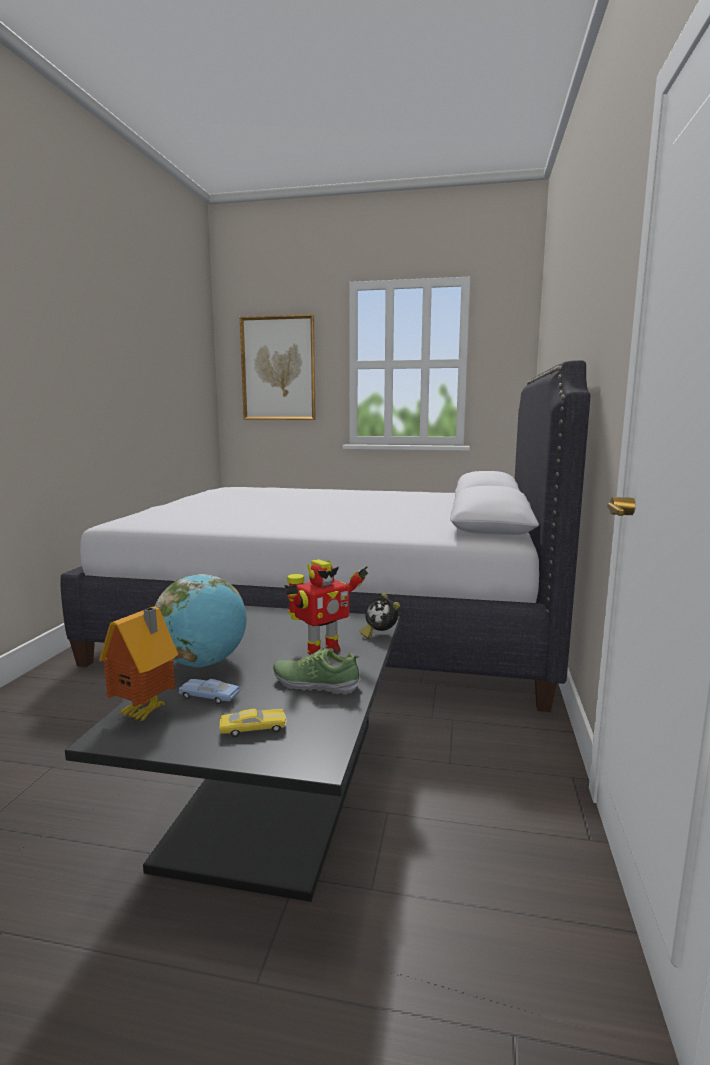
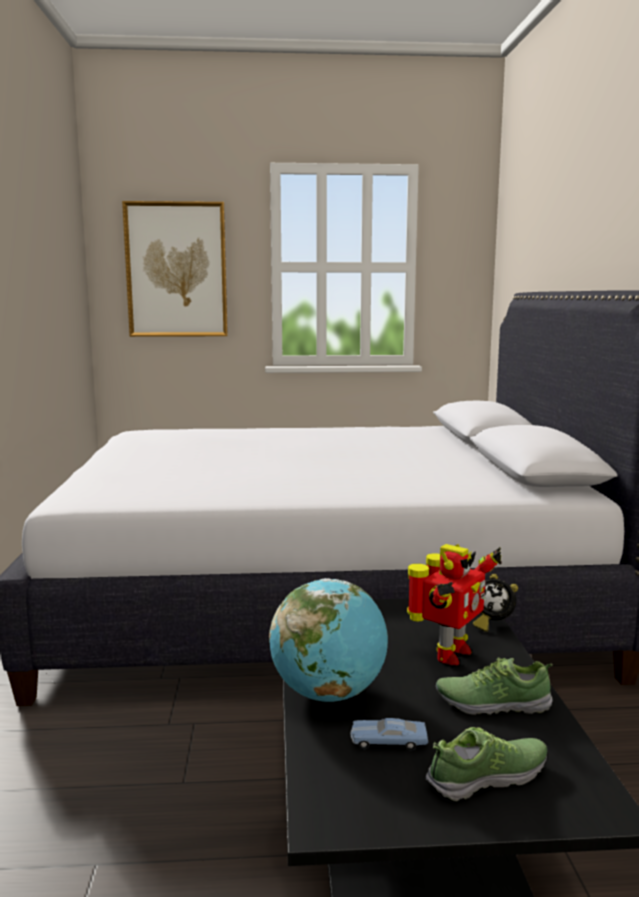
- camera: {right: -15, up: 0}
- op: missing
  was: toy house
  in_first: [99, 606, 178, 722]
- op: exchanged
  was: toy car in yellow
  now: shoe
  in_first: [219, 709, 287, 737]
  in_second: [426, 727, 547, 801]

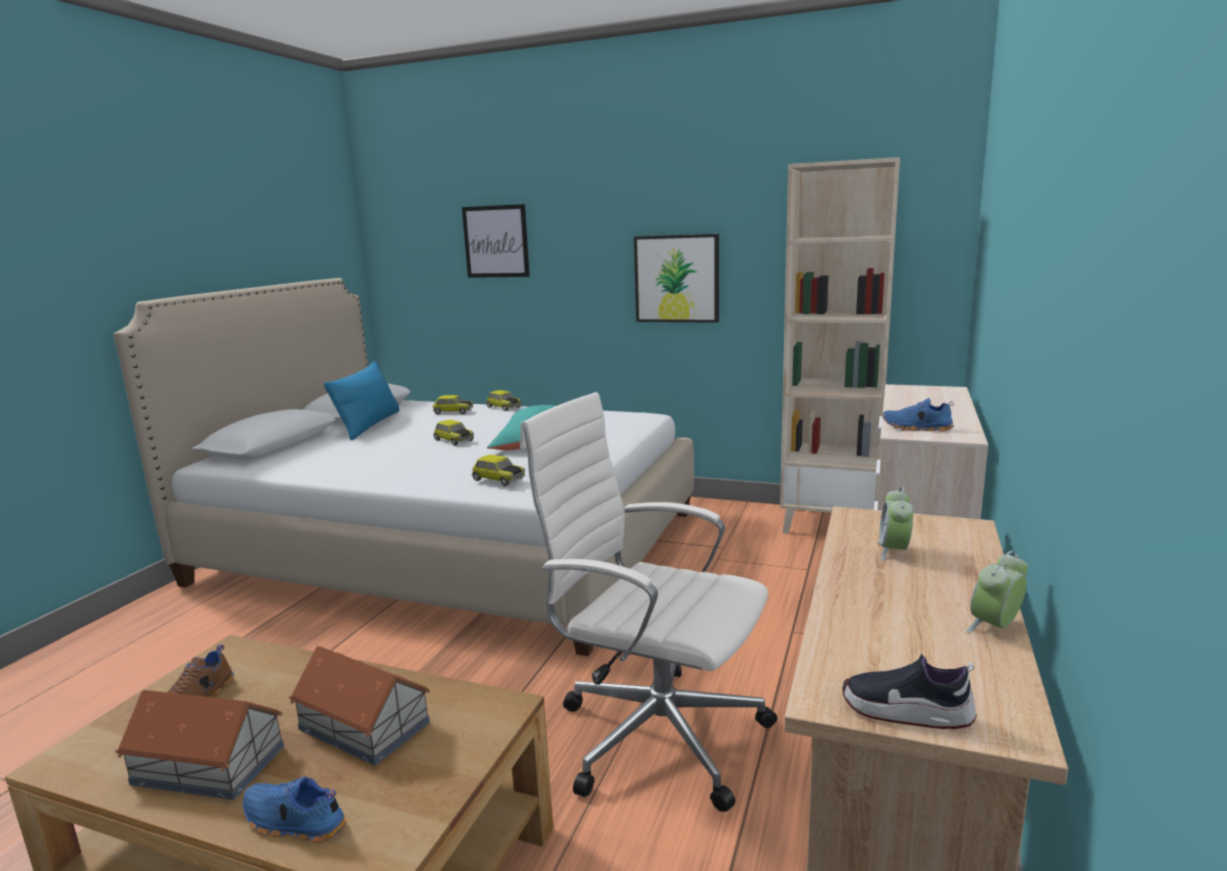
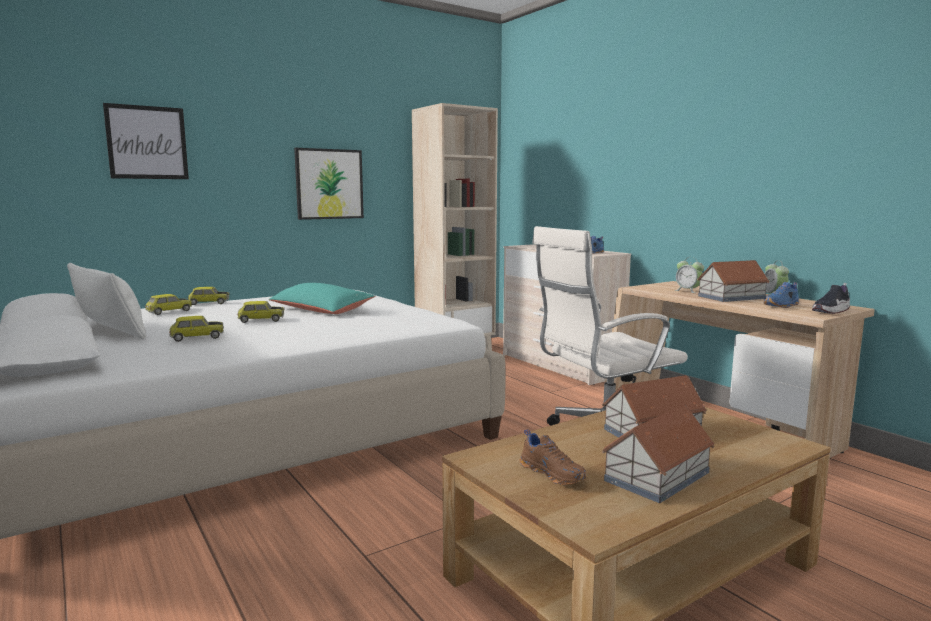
- camera: {right: -55, up: -5}
- op: colour
  was: pillow in blue
  now: pillow in white
  in_first: [324, 361, 400, 440]
  in_second: [67, 263, 146, 339]
- op: relocated
  was: toy car
  in_first: [471, 455, 525, 486]
  in_second: [169, 316, 224, 342]
- op: relocated
  was: shoe in blue
  in_first: [243, 776, 347, 843]
  in_second: [764, 282, 799, 308]
- op: appeared
  now: toy house
  in_second: [697, 260, 770, 302]

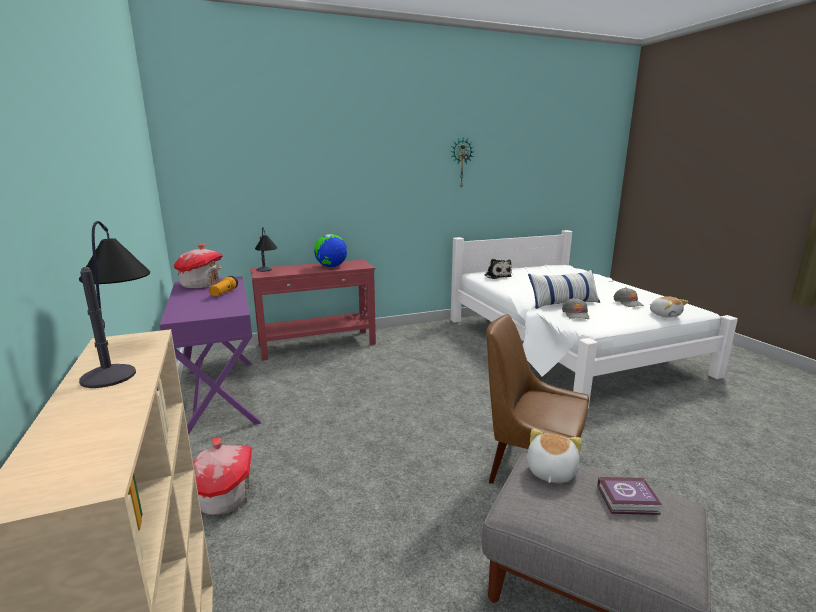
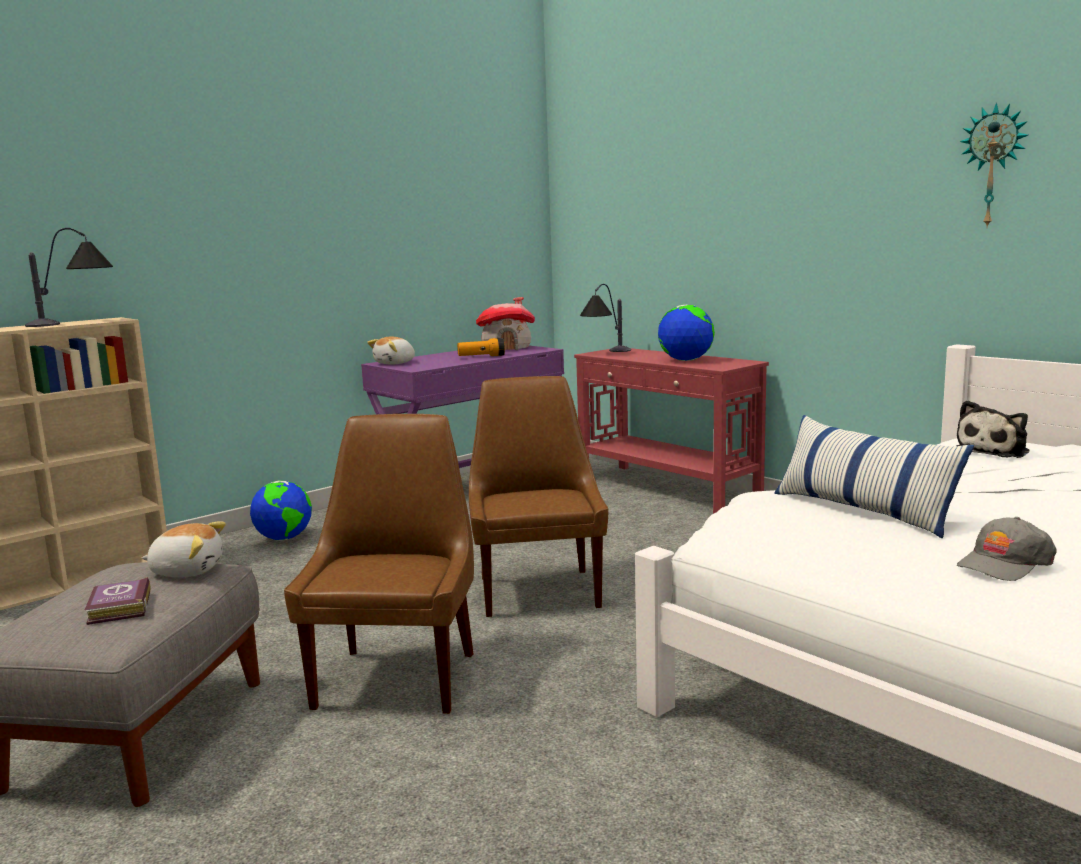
- camera: {right: 70, up: -5}
- op: relocated
  was: plush toy
  in_first: [650, 296, 688, 318]
  in_second: [367, 336, 415, 365]
- op: missing
  was: cap in grey
  in_first: [562, 298, 590, 319]
- op: exchanged
  was: toy house
  now: globe
  in_first: [193, 438, 252, 515]
  in_second: [250, 480, 312, 540]
- op: appeared
  now: chair in brown
  in_second: [469, 376, 608, 617]

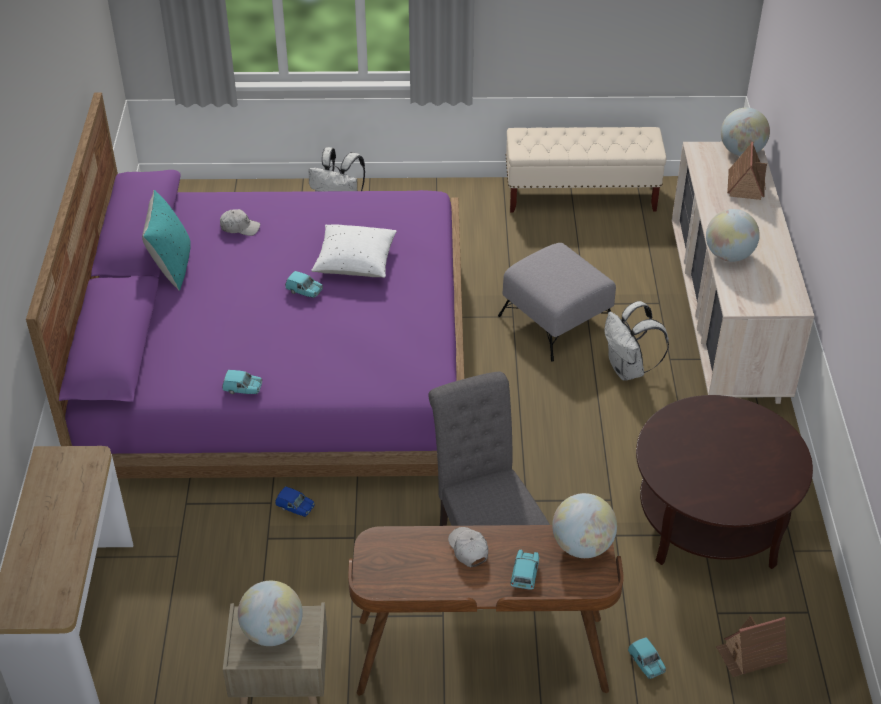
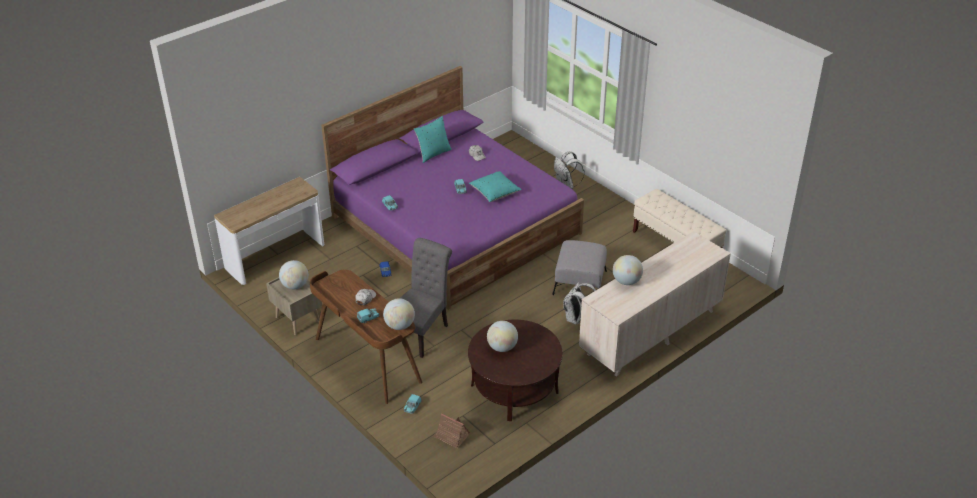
- camera: {right: 50, up: -5}
- op: relocated
  was: globe
  in_first: [721, 107, 770, 156]
  in_second: [487, 321, 518, 352]
- op: missing
  was: toy house
  in_first: [727, 142, 767, 200]
- op: colour
  was: pillow in white
  now: pillow in turquoise
  in_first: [311, 224, 397, 278]
  in_second: [469, 171, 522, 202]

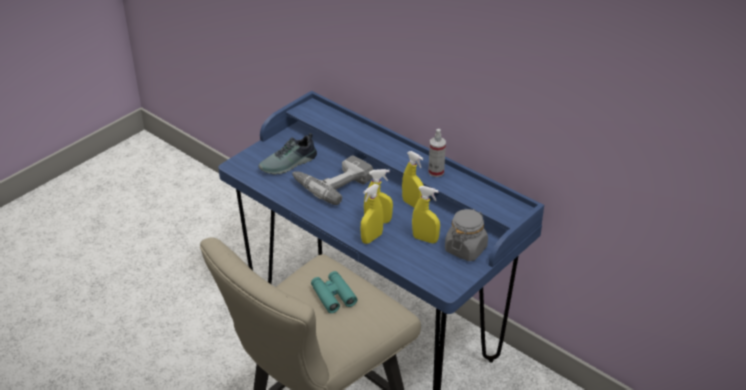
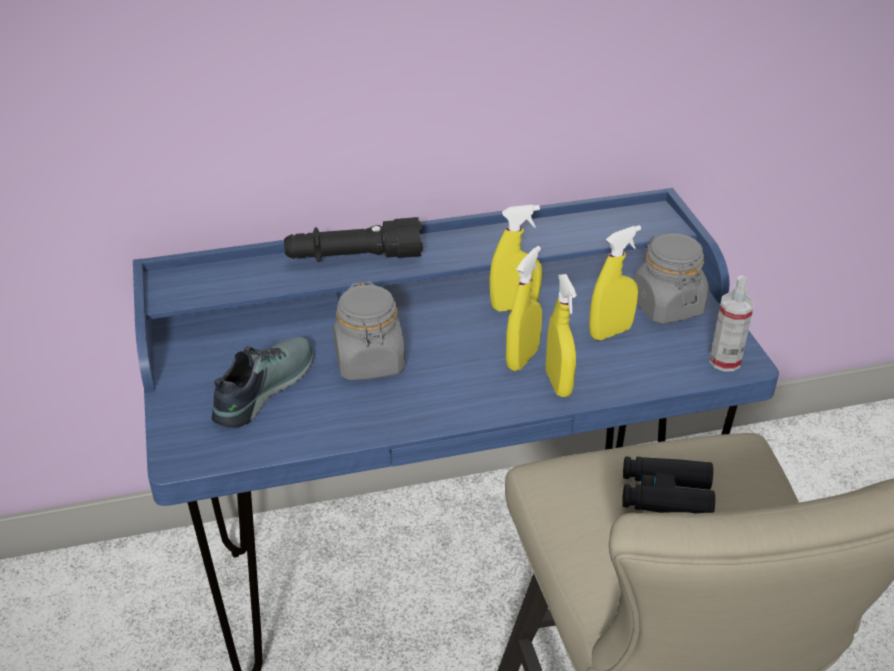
- camera: {right: -55, up: 0}
- op: relocated
  was: spray bottle
  in_first: [429, 129, 446, 177]
  in_second: [709, 276, 754, 371]
- op: spun
  was: shoe
  in_first: [258, 133, 317, 175]
  in_second: [212, 337, 313, 428]
  clockwise: -150
- op: exchanged
  was: power drill
  now: jar in grey
  in_first: [293, 155, 373, 205]
  in_second: [333, 282, 405, 380]
- op: colour
  was: binoculars in turquoise
  now: binoculars in black
  in_first: [311, 271, 358, 313]
  in_second: [622, 456, 715, 514]
- op: appeared
  now: flashlight in black
  in_second: [284, 217, 423, 262]

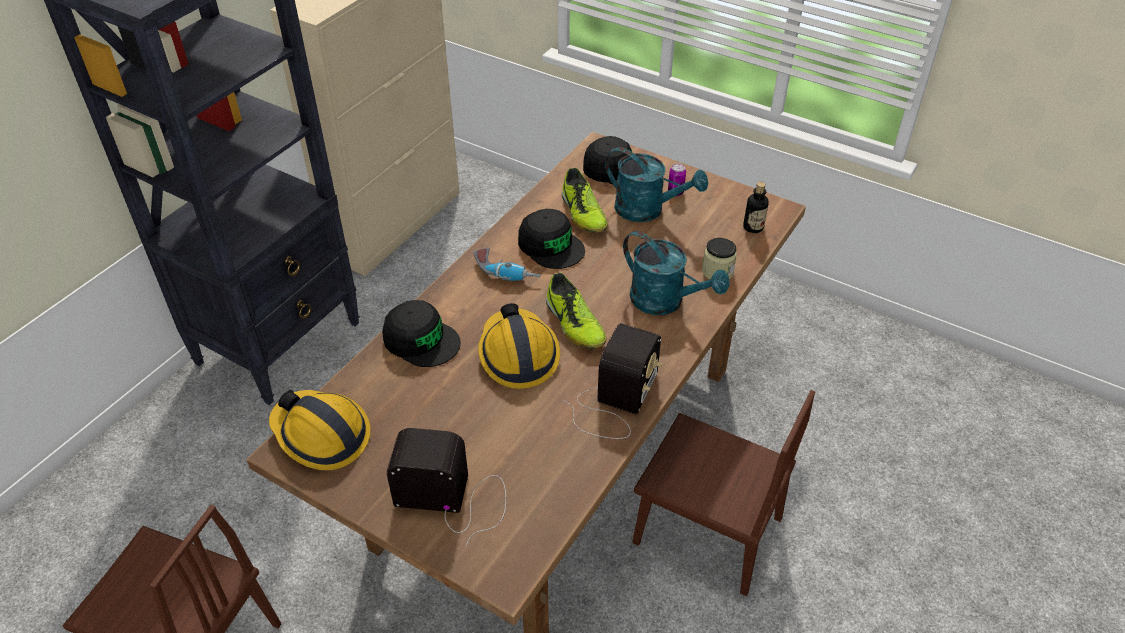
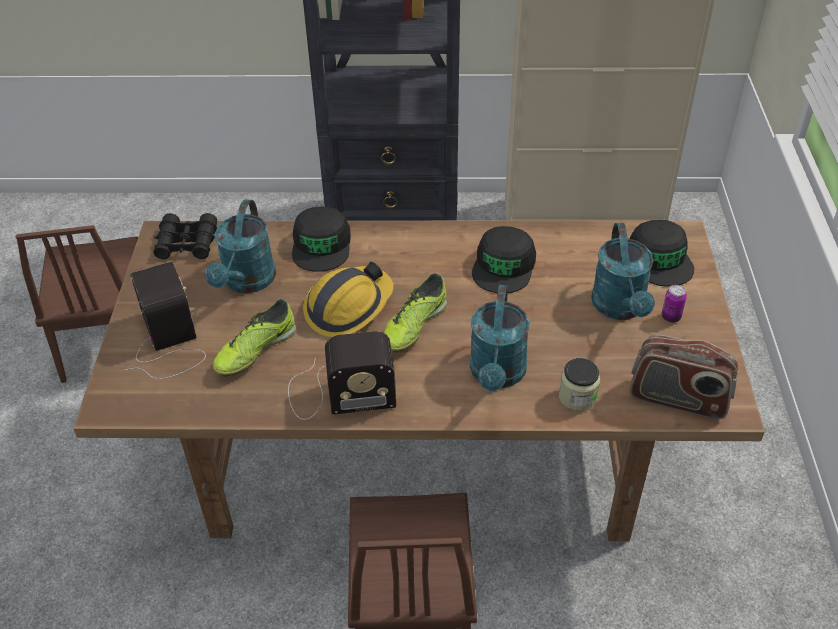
- camera: {right: 60, up: 0}
- op: relocated
  was: shoe
  in_first: [562, 168, 608, 233]
  in_second: [213, 299, 296, 376]
- op: exchanged
  was: bottle
  now: radio
  in_first: [743, 182, 769, 233]
  in_second: [630, 334, 738, 419]
- op: missing
  was: power drill
  in_first: [473, 247, 540, 281]
- op: exchanged
  was: hard hat
  now: binoculars in black
  in_first: [269, 390, 371, 471]
  in_second: [154, 213, 217, 259]
- op: appeared
  now: watering can in turquoise
  in_second: [205, 199, 276, 293]

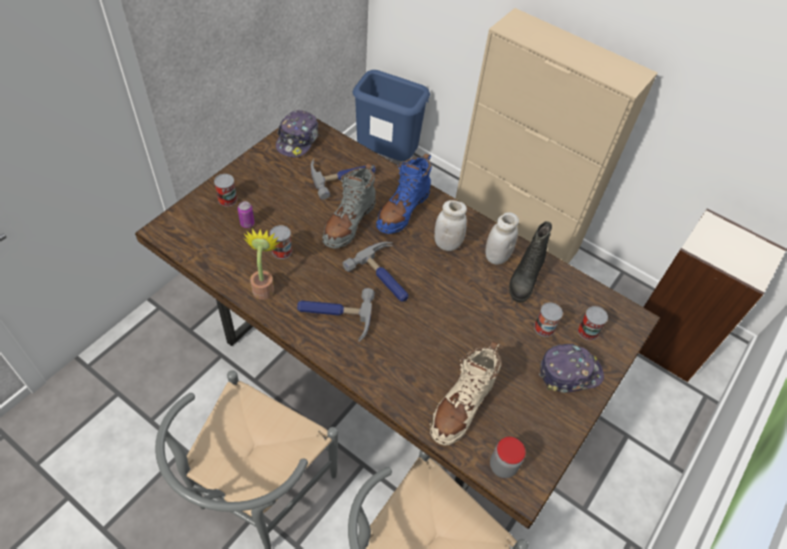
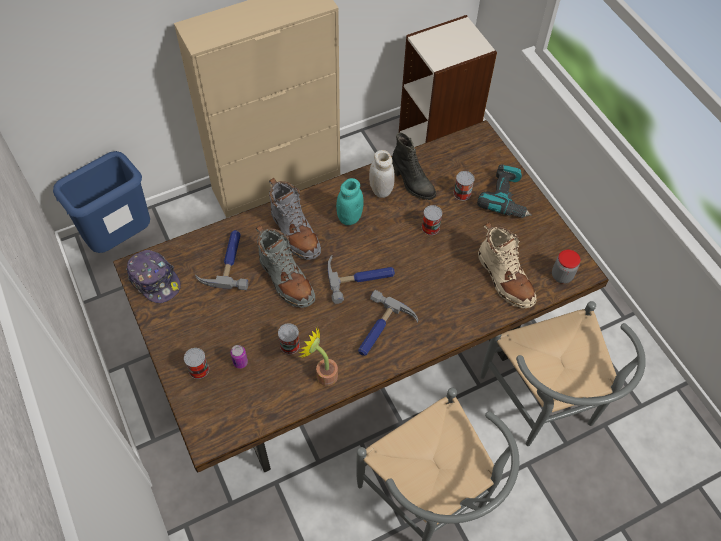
- camera: {right: -60, up: 5}
- op: colour
  was: boot in blue
  now: boot in grey
  in_first: [376, 154, 432, 234]
  in_second: [269, 178, 321, 260]
- op: colour
  was: jar in white
  now: jar in turquoise
  in_first: [434, 200, 467, 251]
  in_second: [336, 178, 364, 225]
- op: relocated
  was: can
  in_first: [578, 306, 608, 340]
  in_second: [422, 205, 442, 235]
- op: exchanged
  was: cap
  now: power drill
  in_first: [539, 344, 604, 393]
  in_second: [477, 164, 532, 218]

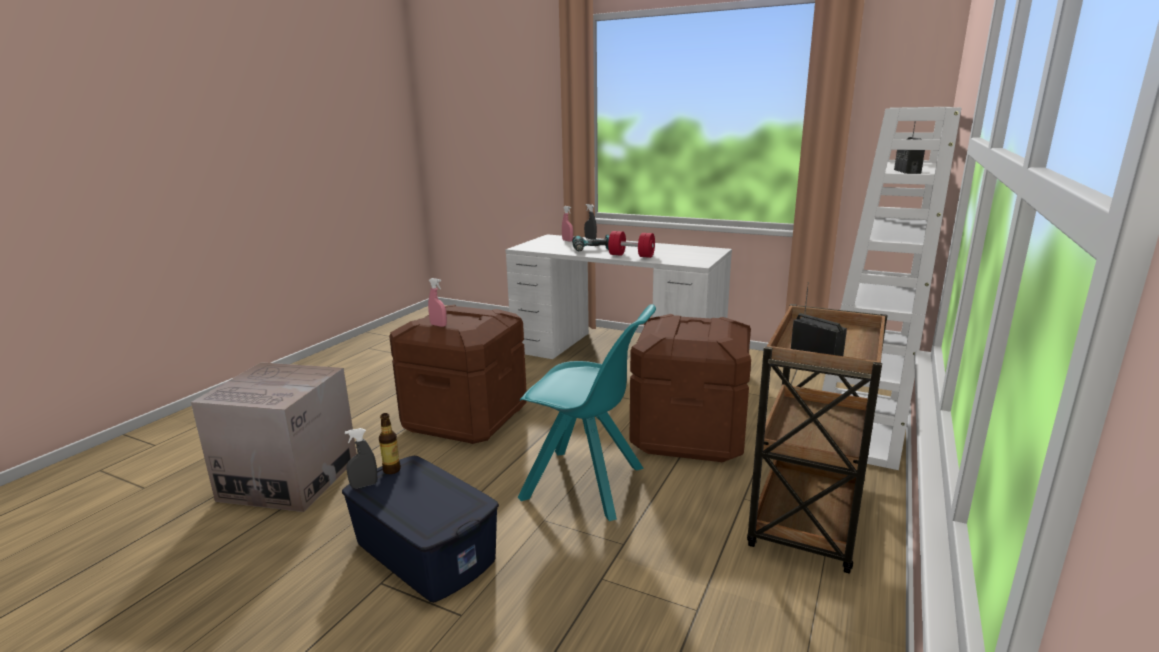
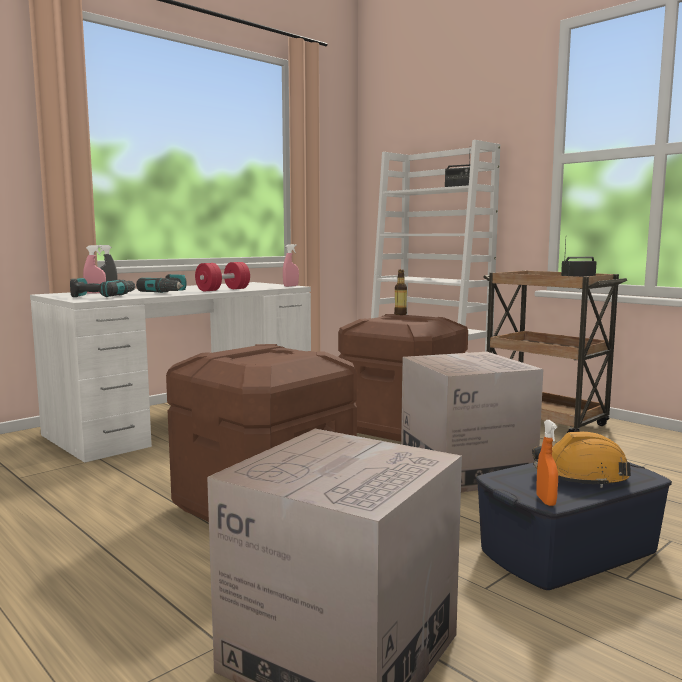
- camera: {right: -70, up: -10}
- op: relocated
  was: spray bottle in pink
  in_first: [428, 278, 447, 327]
  in_second: [283, 244, 299, 287]
- op: exchanged
  was: chair in turquoise
  now: cardboard box
  in_first: [518, 304, 656, 521]
  in_second: [401, 352, 543, 492]
- op: relocated
  was: bottle
  in_first: [379, 413, 401, 474]
  in_second: [394, 269, 407, 315]
- op: colour
  was: spray bottle in grey
  now: spray bottle in orange
  in_first: [345, 428, 377, 488]
  in_second: [536, 420, 558, 506]
- op: appeared
  now: power drill
  in_second: [70, 278, 135, 297]
- op: appeared
  now: hard hat in orange
  in_second: [532, 432, 631, 488]

